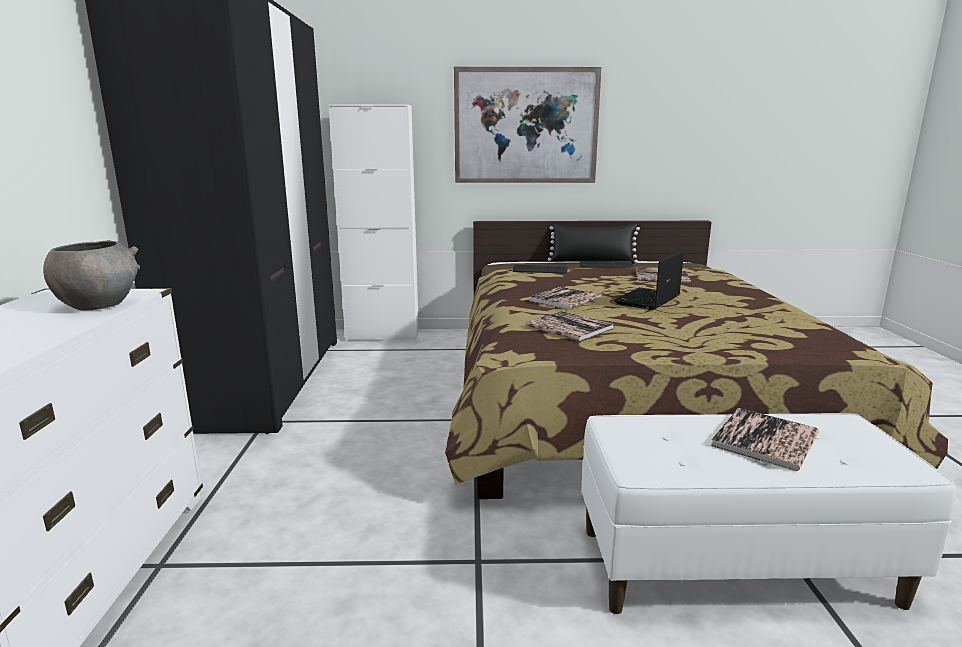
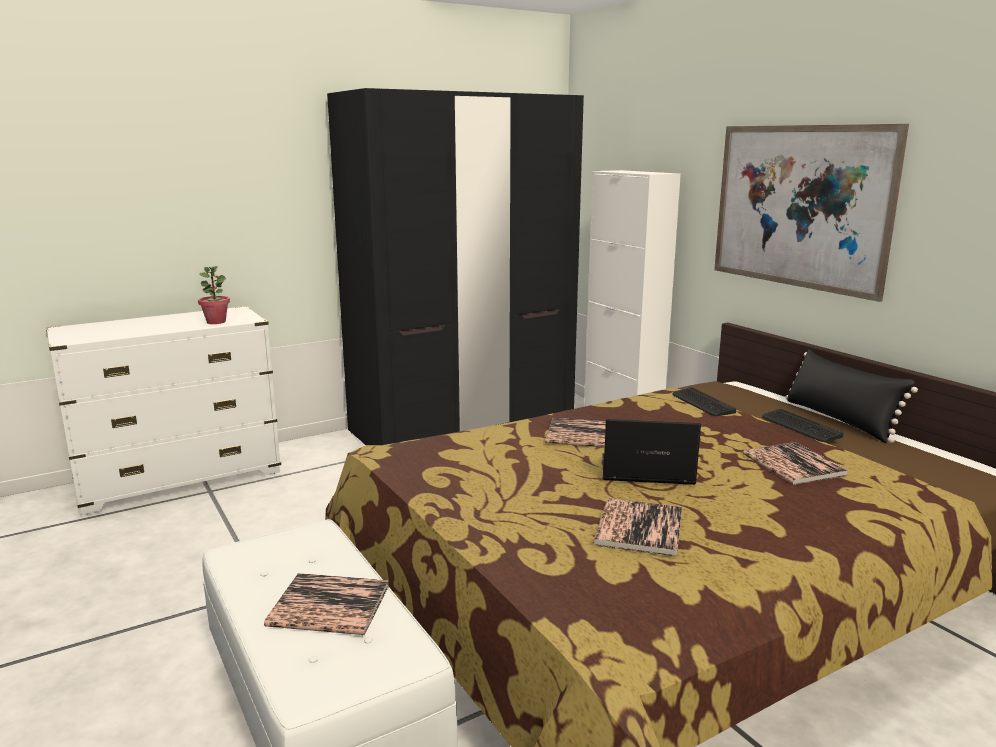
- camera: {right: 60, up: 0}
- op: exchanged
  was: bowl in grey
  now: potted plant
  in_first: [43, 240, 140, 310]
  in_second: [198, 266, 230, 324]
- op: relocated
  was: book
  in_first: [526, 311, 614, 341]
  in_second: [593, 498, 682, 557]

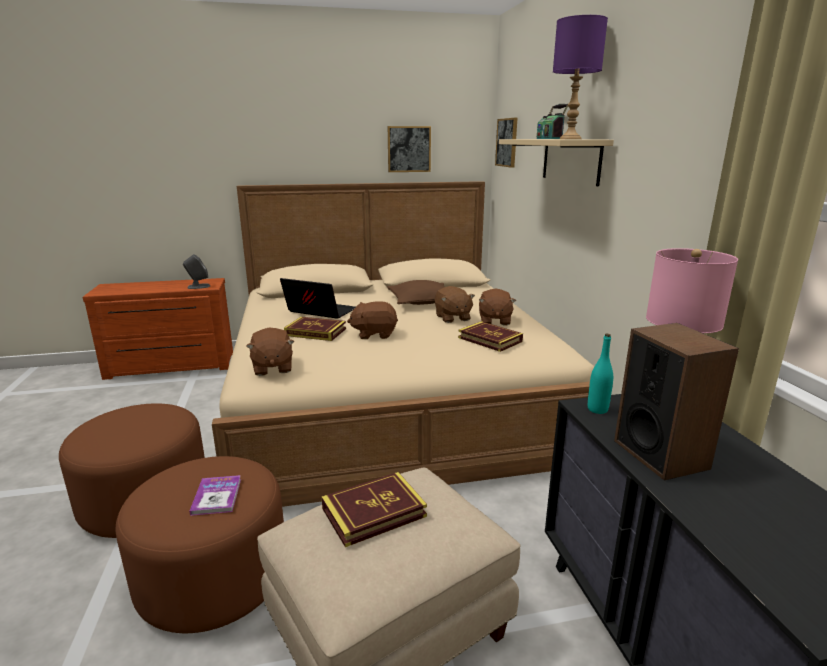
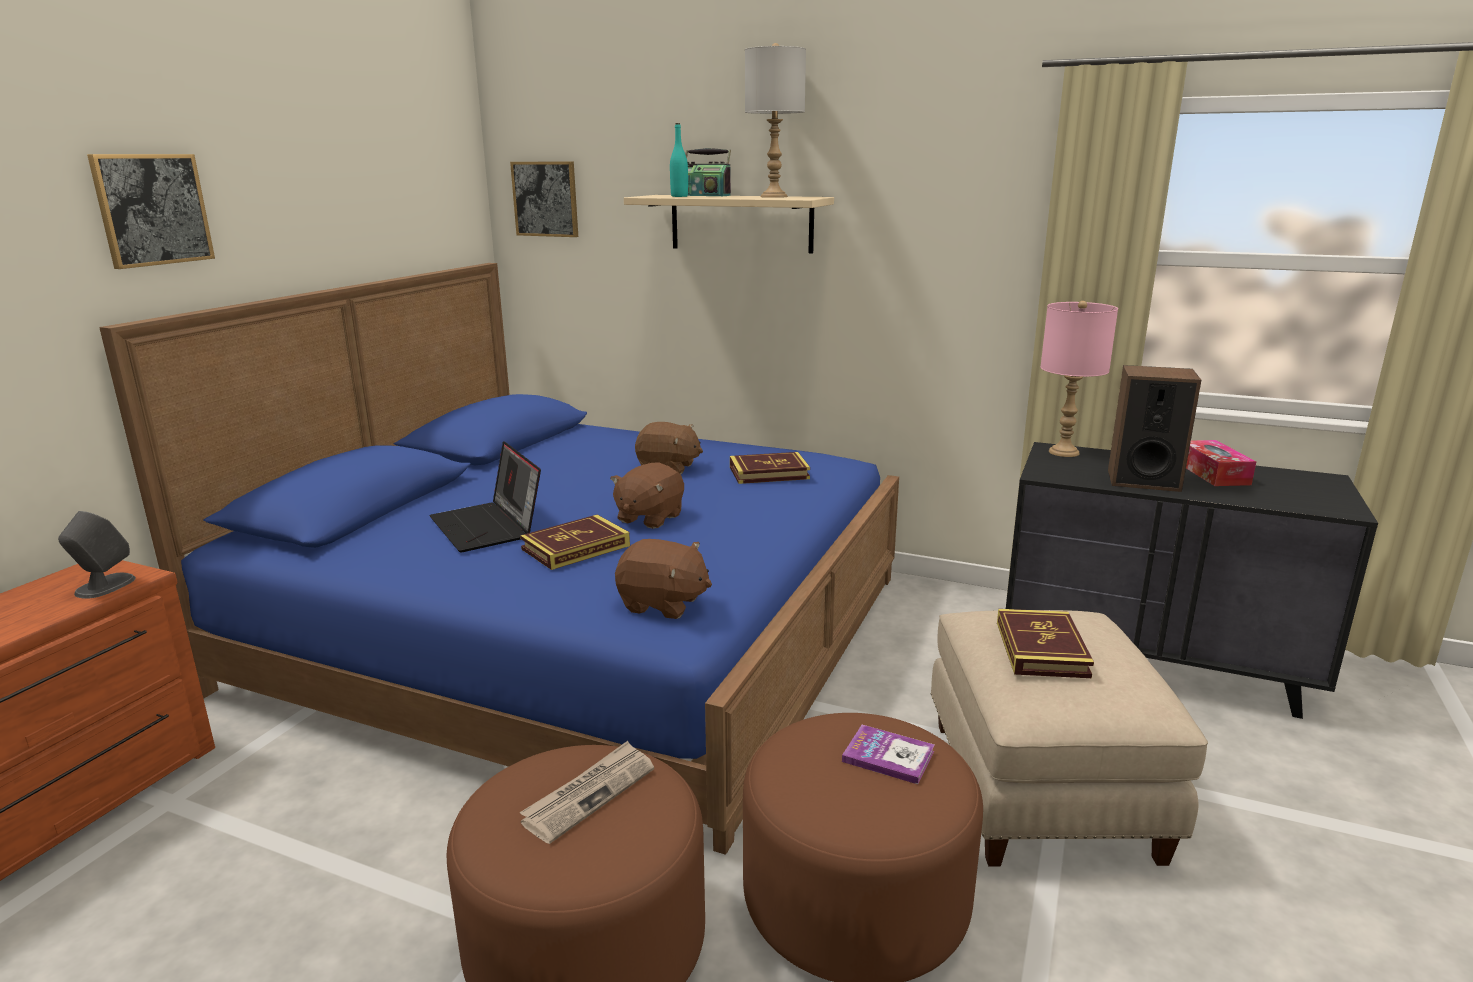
- camera: {right: -55, up: 0}
- op: colour
  was: table lamp in purple
  now: table lamp in grey
  in_first: [553, 15, 608, 139]
  in_second: [745, 43, 806, 198]
- op: relocated
  was: picture
  in_first: [388, 126, 431, 172]
  in_second: [87, 154, 215, 269]
- op: colour
  was: bed in beige
  now: bed in blue
  in_first: [212, 181, 594, 507]
  in_second: [99, 263, 899, 855]
- op: spun
  was: laptop
  in_first: [280, 278, 355, 319]
  in_second: [430, 441, 541, 552]
  clockwise: -90
- op: missing
  was: pillow in brown
  in_first: [387, 280, 444, 305]
- op: missing
  was: plush toy in brown
  in_first: [479, 288, 516, 325]
- op: relocated
  was: bottle in turquoise
  in_first: [588, 334, 613, 414]
  in_second: [670, 123, 688, 197]
- op: appeared
  now: tissue box
  in_second: [1186, 440, 1256, 486]
- op: appeared
  now: newspaper
  in_second: [520, 741, 654, 844]

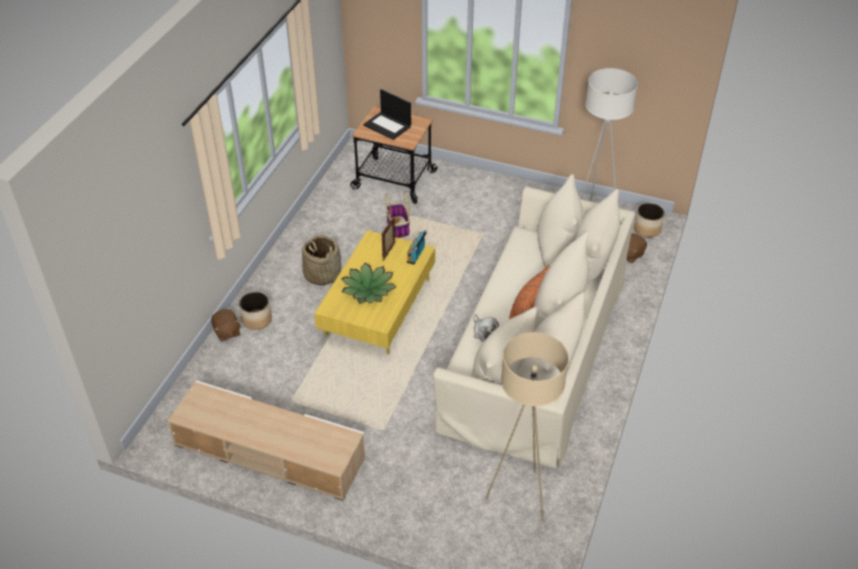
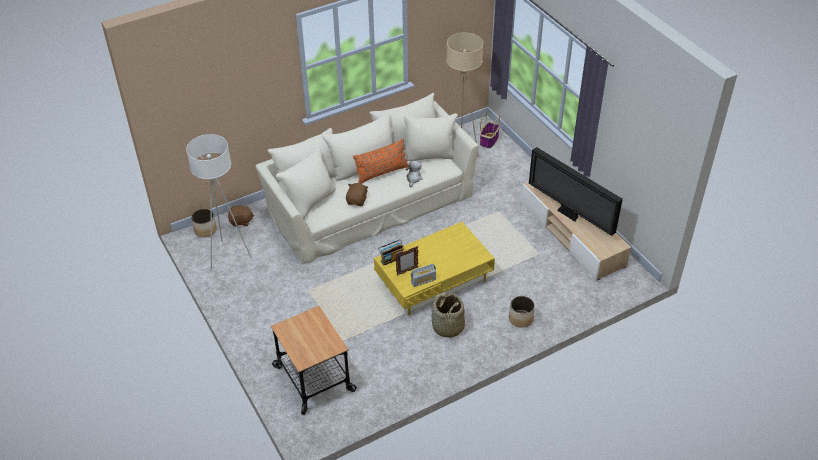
- camera: {right: -140, up: 0}
- op: missing
  was: laptop
  in_first: [363, 89, 411, 140]
- op: relocated
  was: basket
  in_first: [385, 191, 410, 238]
  in_second: [480, 112, 500, 148]
- op: missing
  was: potted plant
  in_first: [341, 263, 396, 304]
- op: relocated
  was: plush toy in brown
  in_first: [211, 309, 241, 341]
  in_second: [346, 183, 368, 206]
- op: appeared
  now: television
  in_second: [529, 147, 623, 236]
- op: appeared
  now: radio
  in_second: [411, 264, 436, 287]

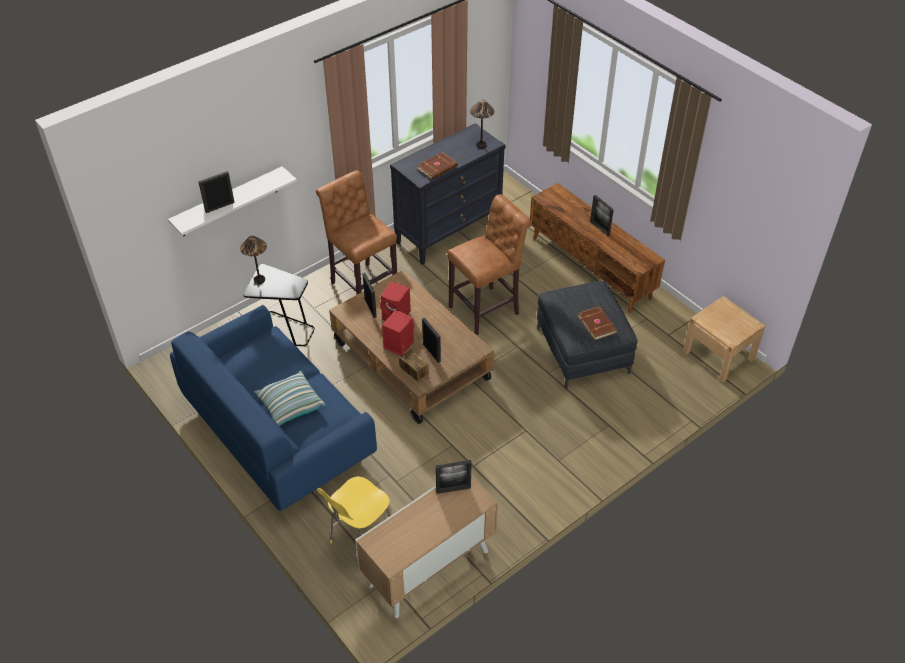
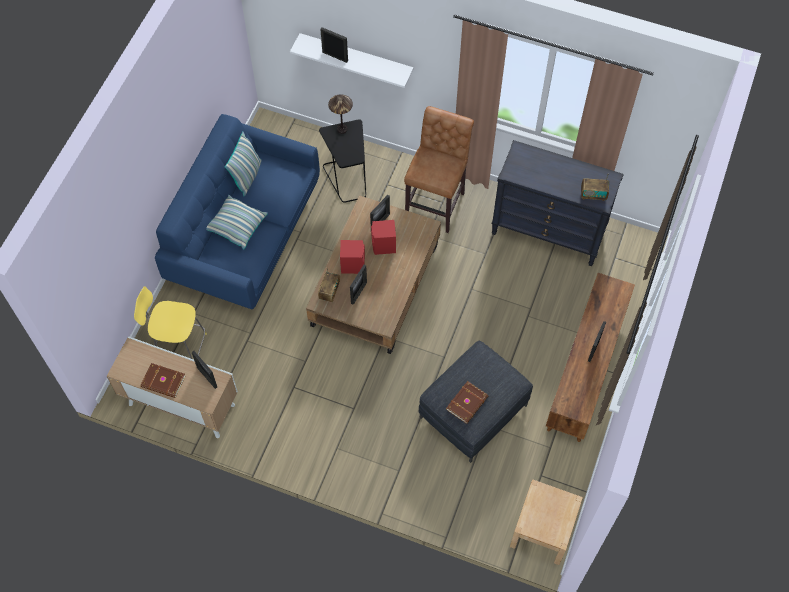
- camera: {right: 60, up: 15}
- op: exchanged
  was: table lamp
  now: radio
  in_first: [470, 100, 494, 149]
  in_second: [581, 175, 609, 201]
- op: relocated
  was: book in brown
  in_first: [417, 152, 458, 180]
  in_second: [141, 363, 186, 398]
- op: missing
  was: stool in brown
  in_first: [447, 194, 532, 335]
- op: appeared
  now: pillow
  in_second: [225, 132, 262, 196]

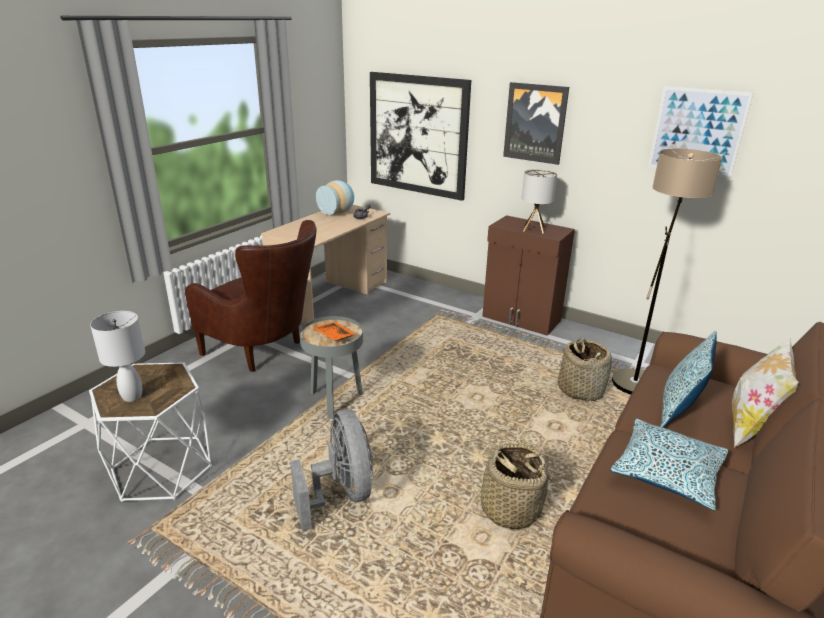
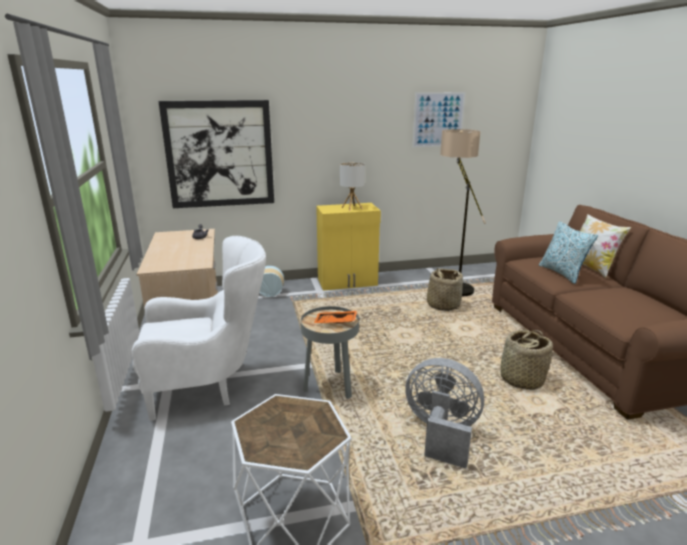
- camera: {right: -45, up: -5}
- op: missing
  was: picture
  in_first: [503, 82, 569, 165]
- op: relocated
  was: vase
  in_first: [316, 180, 354, 215]
  in_second: [259, 266, 284, 297]
- op: colour
  was: cabinet in brown
  now: cabinet in yellow
  in_first: [482, 215, 575, 336]
  in_second: [316, 203, 381, 291]
- op: colour
  was: armchair in brown
  now: armchair in white
  in_first: [185, 220, 316, 372]
  in_second: [132, 236, 266, 421]
- op: missing
  was: table lamp in white
  in_first: [90, 311, 145, 402]
- op: missing
  was: pillow
  in_first: [610, 419, 728, 510]

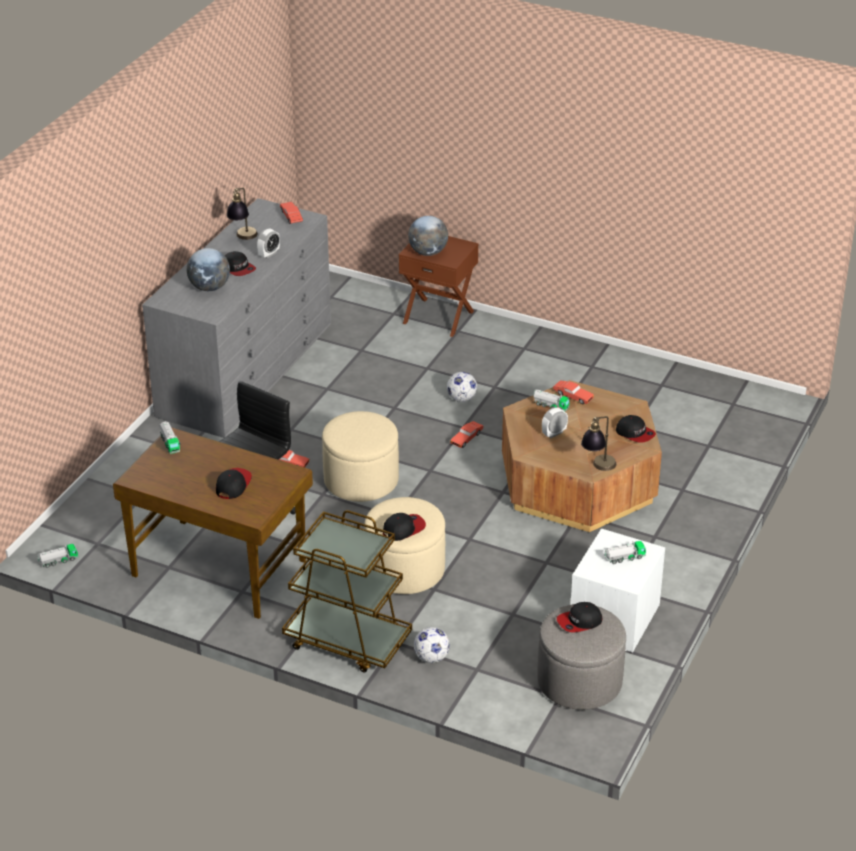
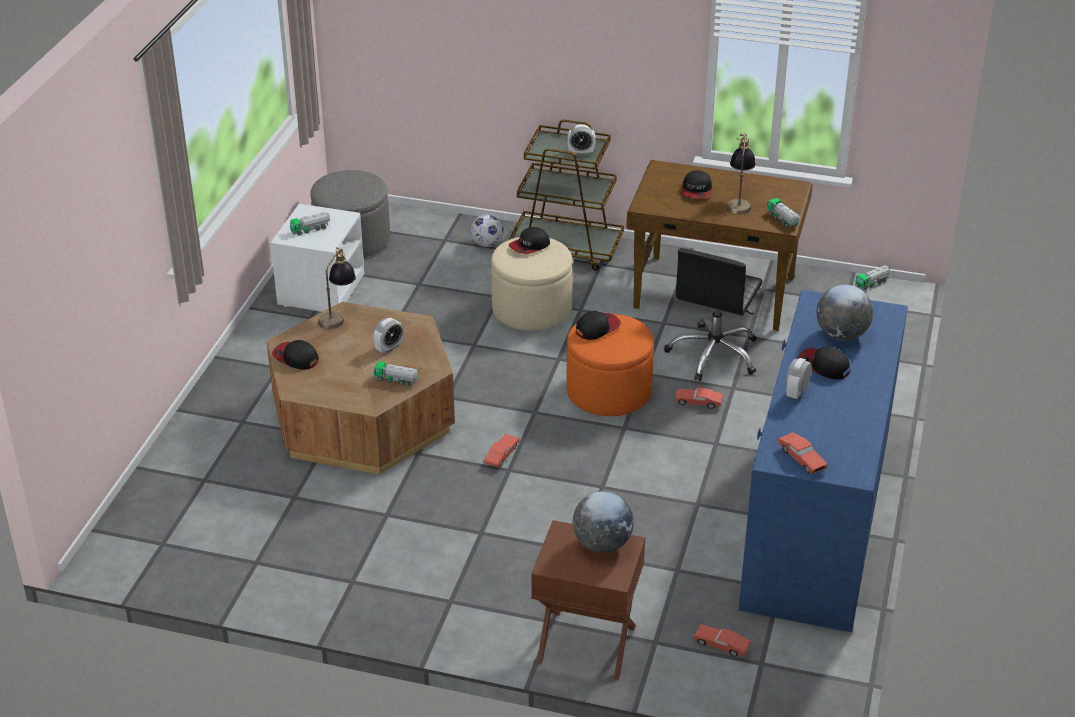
- camera: {right: 170, up: 0}
- op: relocated
  was: table lamp
  in_first: [227, 188, 258, 240]
  in_second: [727, 133, 756, 214]
- op: colour
  was: dresser in grey
  now: dresser in blue
  in_first: [142, 198, 331, 438]
  in_second: [739, 290, 908, 632]
- op: missing
  was: football
  in_first: [447, 372, 477, 402]
- op: relocated
  was: toy car in red
  in_first: [553, 380, 594, 404]
  in_second: [694, 624, 751, 657]
- op: colour
  was: ottoman in beige
  now: ottoman in orange
  in_first: [322, 411, 399, 502]
  in_second: [566, 314, 654, 416]
- op: relocated
  was: cap
  in_first: [557, 602, 602, 632]
  in_second: [576, 311, 621, 340]
- op: appeared
  now: alarm clock
  in_second: [567, 124, 595, 155]

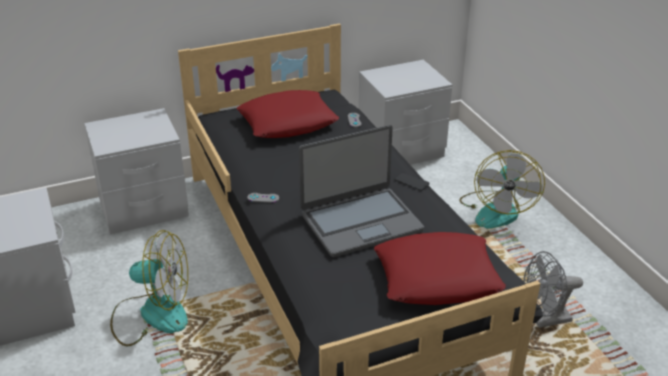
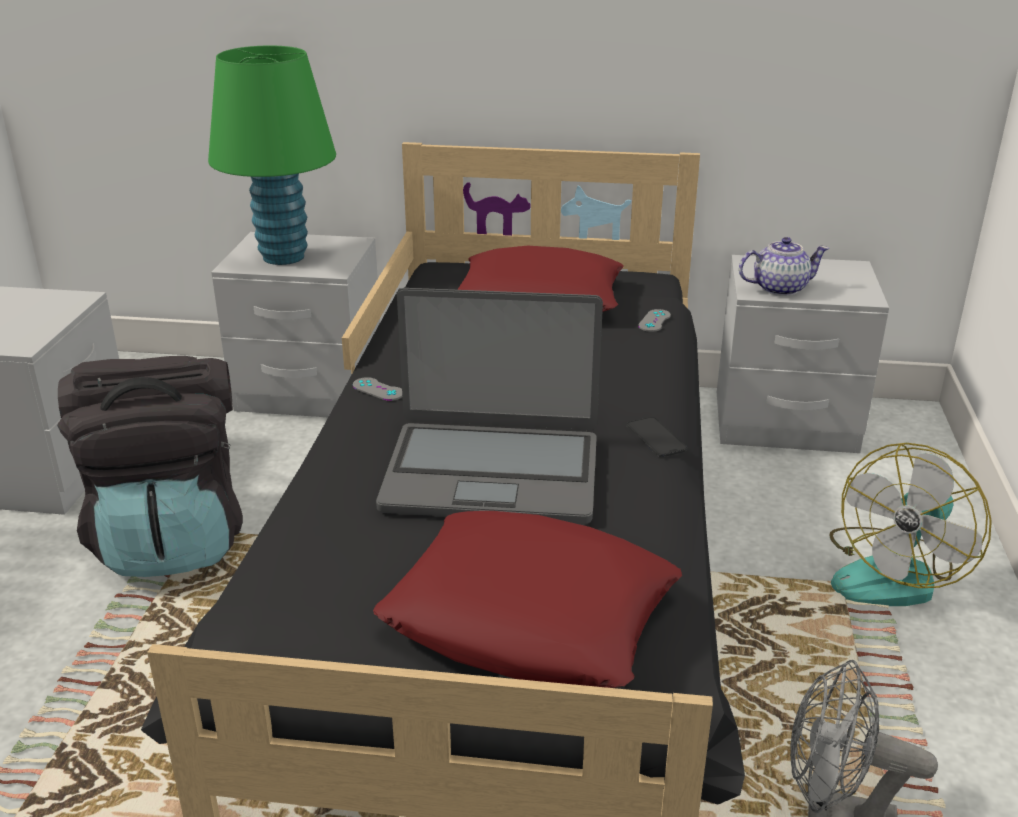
- camera: {right: 30, up: -5}
- op: exchanged
  was: fan
  now: backpack in black
  in_first: [110, 230, 188, 346]
  in_second: [57, 356, 243, 577]
- op: appeared
  now: table lamp in green
  in_second: [208, 45, 336, 265]
- op: appeared
  now: teapot
  in_second: [739, 237, 829, 296]

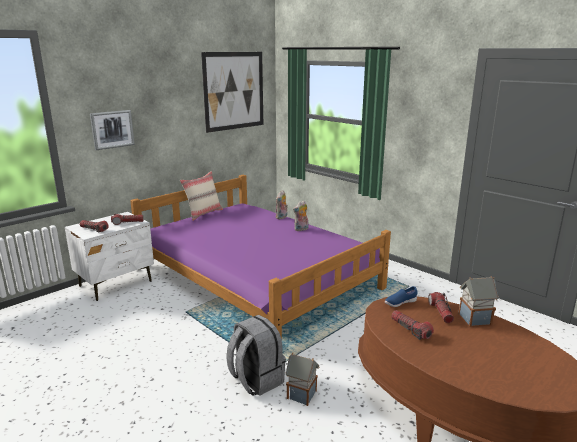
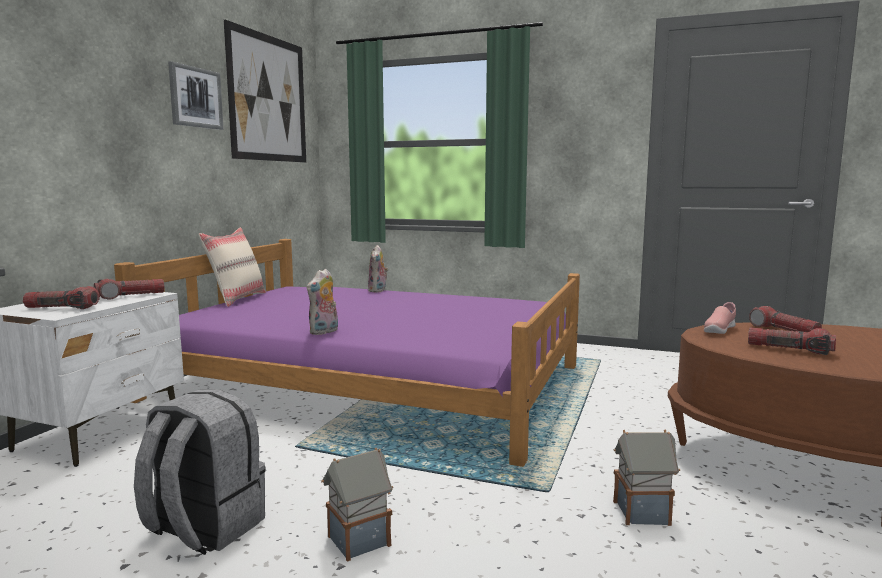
- camera: {right: -25, up: -10}
- op: relocated
  was: picture
  in_first: [90, 110, 135, 150]
  in_second: [168, 61, 224, 130]
- op: relocated
  was: plush toy
  in_first: [293, 201, 308, 231]
  in_second: [307, 269, 338, 335]
- op: relocated
  was: toy house
  in_first: [458, 276, 499, 327]
  in_second: [321, 448, 393, 562]
- op: colour
  was: shoe in blue
  now: shoe in pink
  in_first: [385, 286, 418, 307]
  in_second: [704, 302, 736, 334]
- op: relocated
  was: backpack in grey
  in_first: [226, 315, 286, 396]
  in_second: [134, 389, 266, 555]

